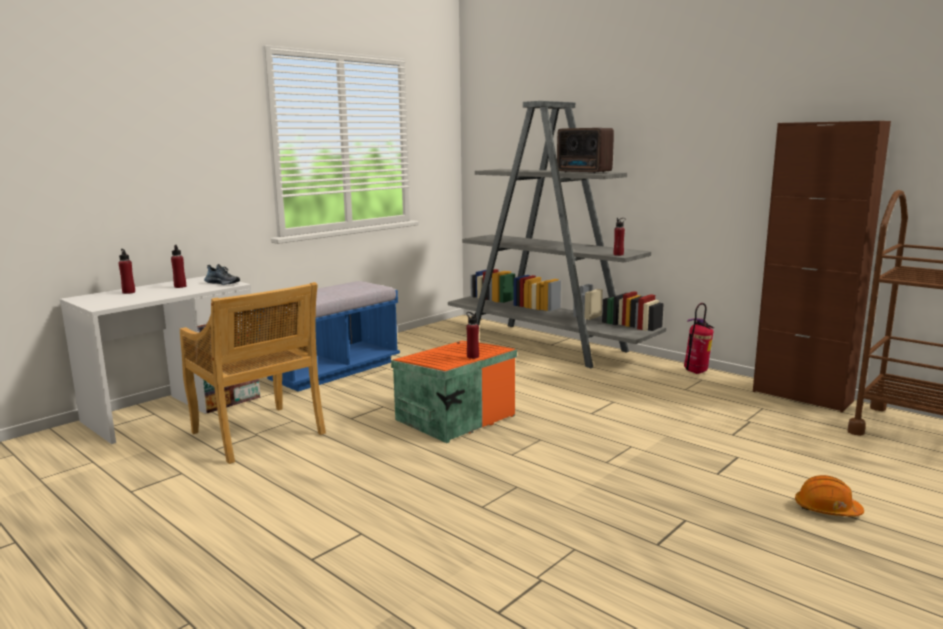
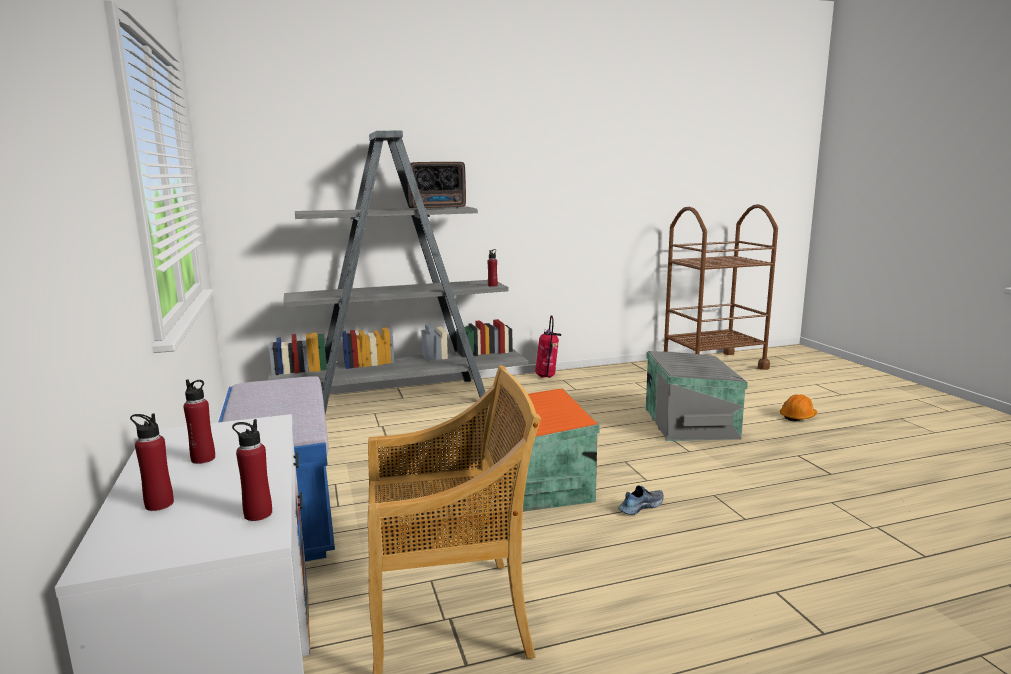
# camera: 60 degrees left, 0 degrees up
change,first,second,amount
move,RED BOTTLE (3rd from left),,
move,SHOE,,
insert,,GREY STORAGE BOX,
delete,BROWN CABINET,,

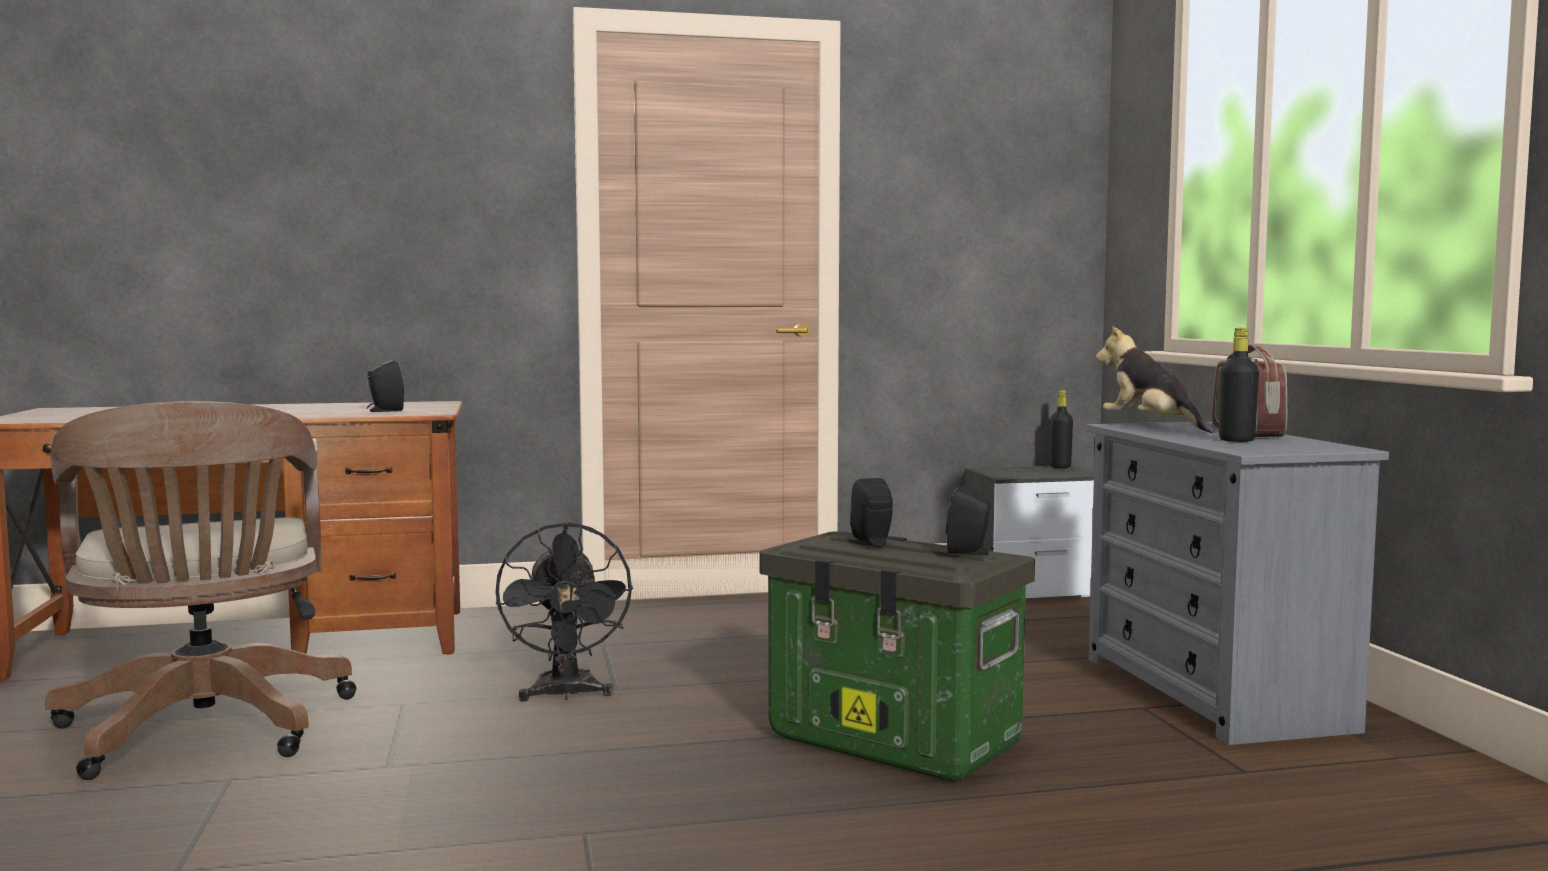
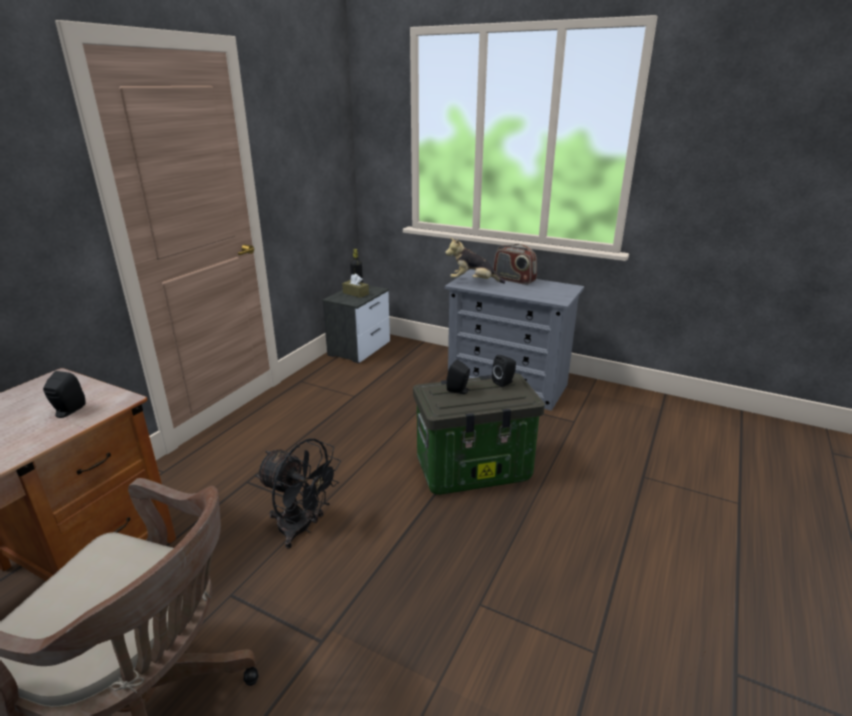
# camera: 50 degrees left, 20 degrees up
change,first,second,amount
insert,,BROWN TISSUE BOX,
delete,BLACK BOTTLE (2nd from left),,

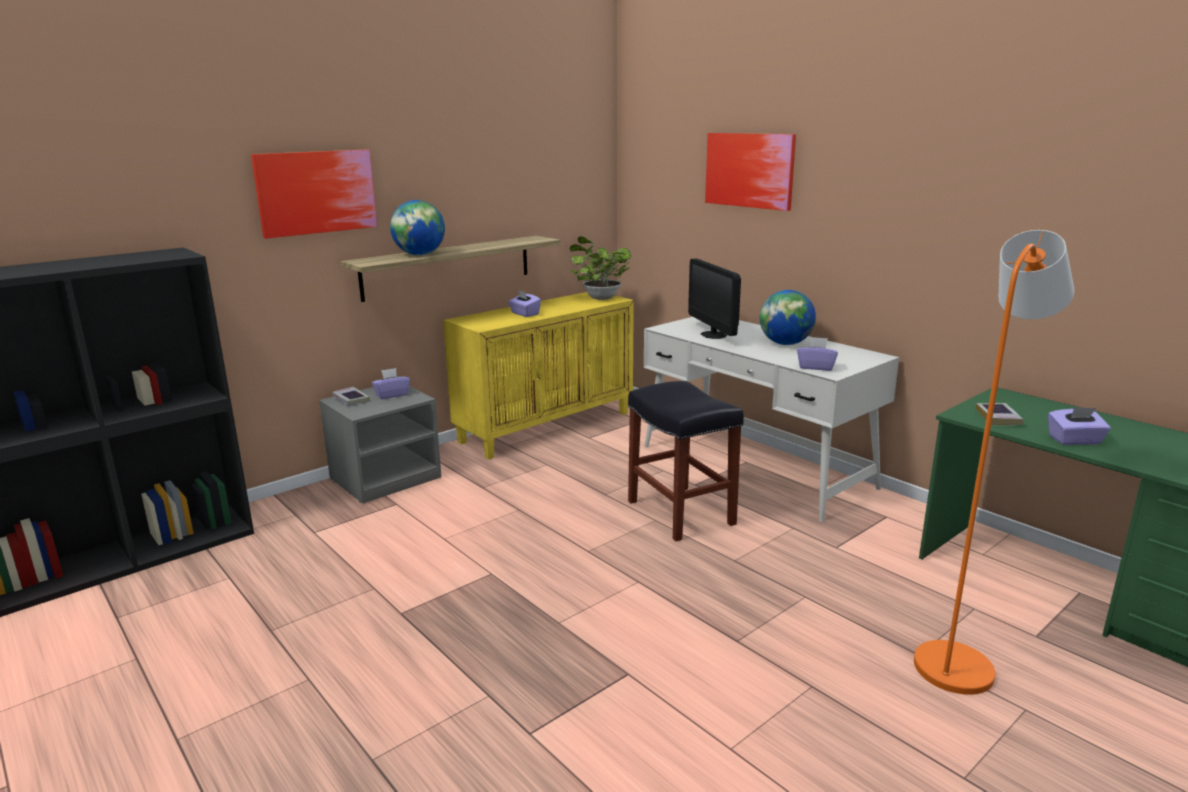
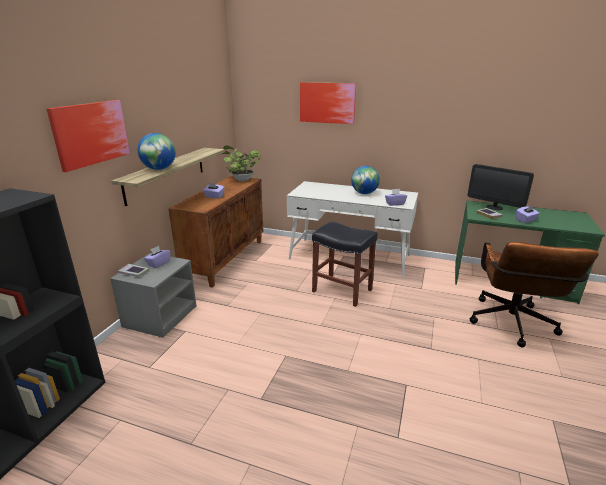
# camera: 30 degrees left, 5 degrees up
change,first,second,amount
recolor,YELLOW CABINET,BROWN CABINET,
move,MONITOR,,
replace,ORANGE FLOOR LAMP,BROWN OFFICE CHAIR,

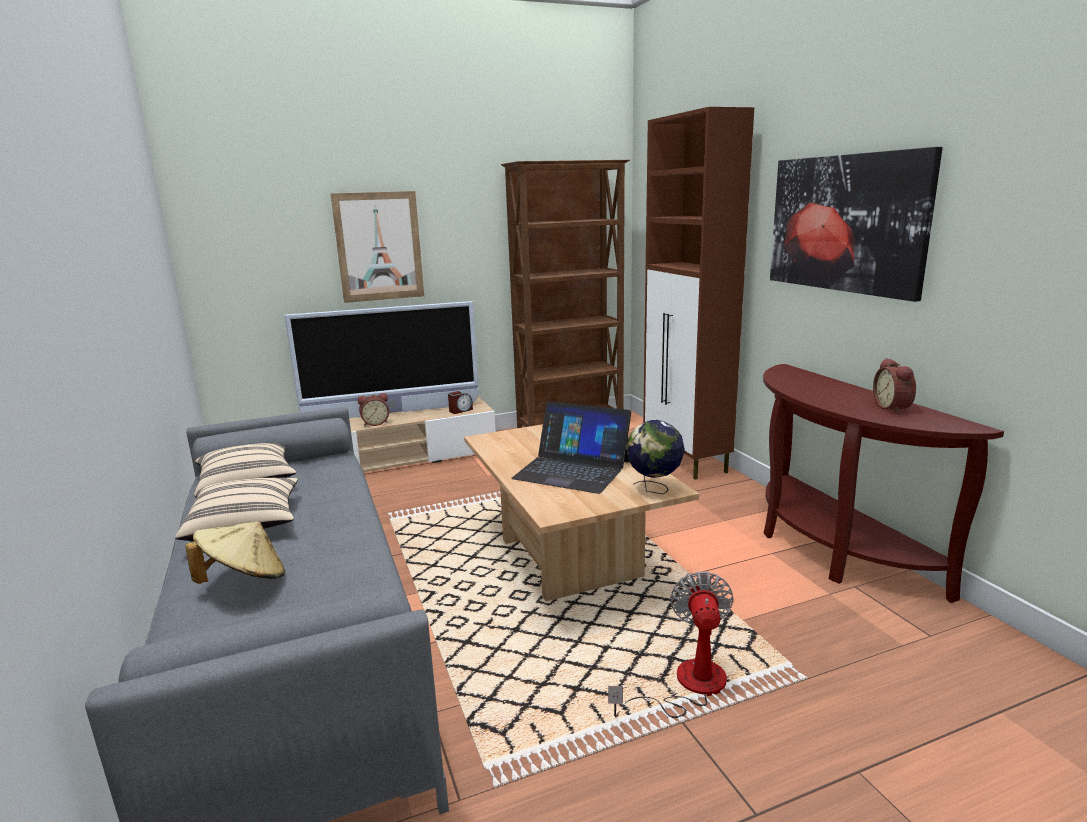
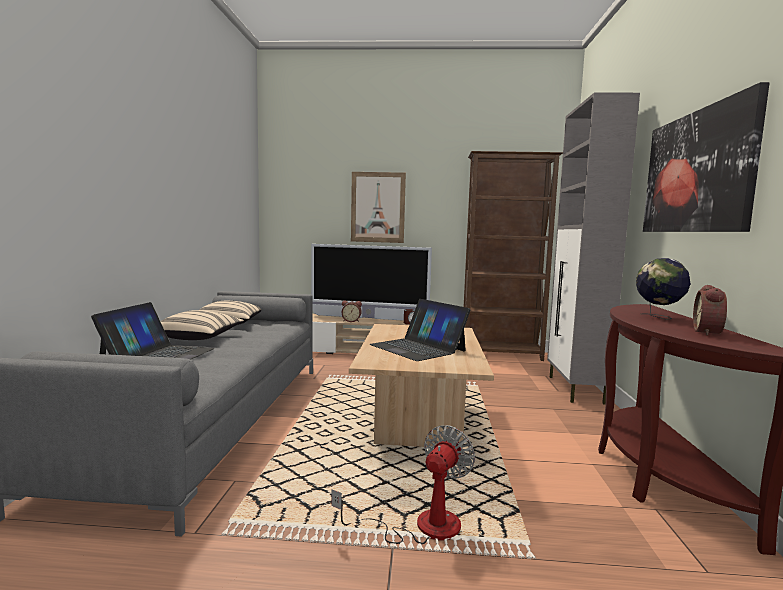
# camera: 25 degrees right, 10 degrees down
change,first,second,amount
replace,BEIGE HAT,LAPTOP (1st from left),
recolor,BROWN CABINET,GREY CABINET,
move,GLOBE,,

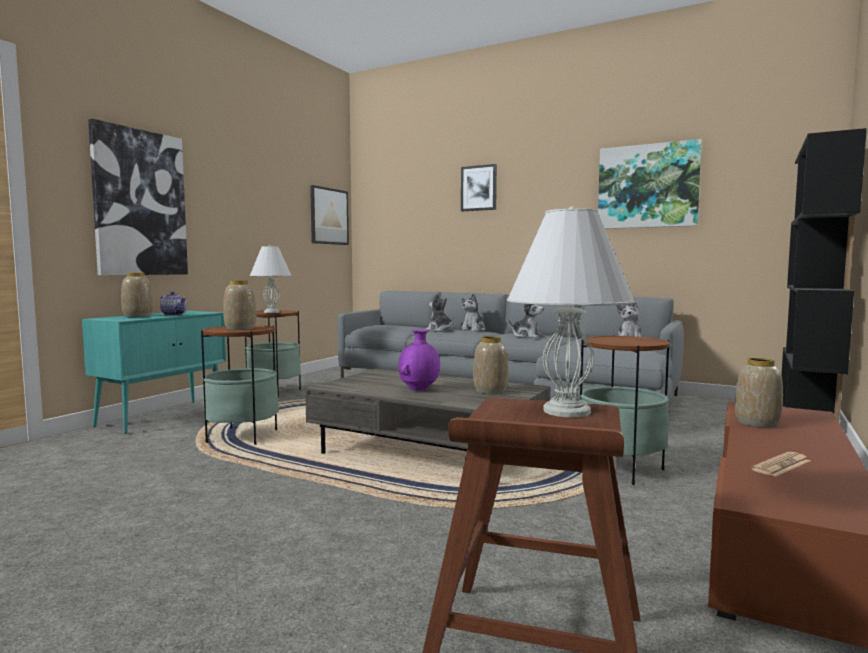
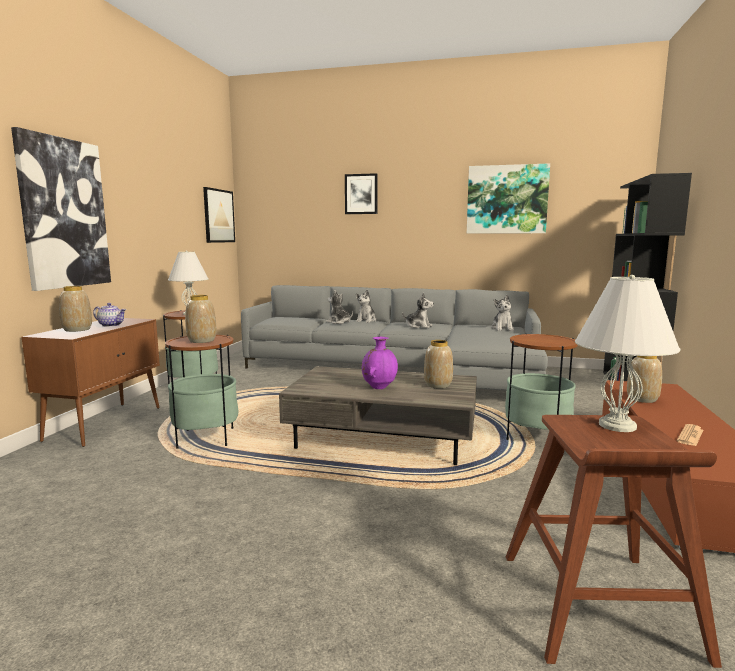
# camera: 15 degrees left, 5 degrees up
change,first,second,amount
recolor,TURQUOISE CABINET,BROWN CABINET,

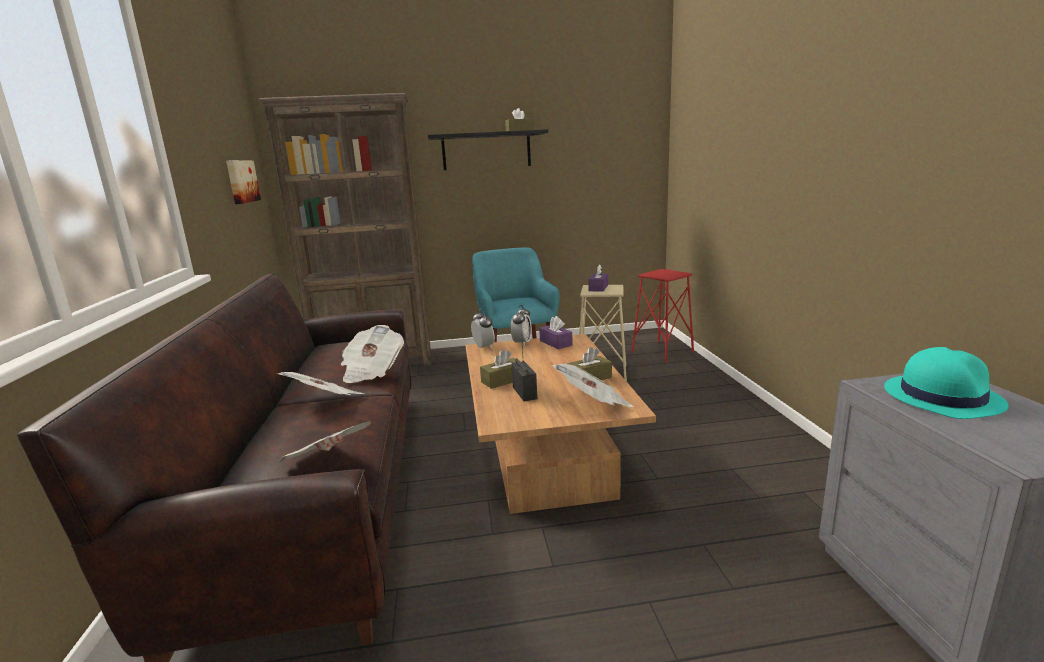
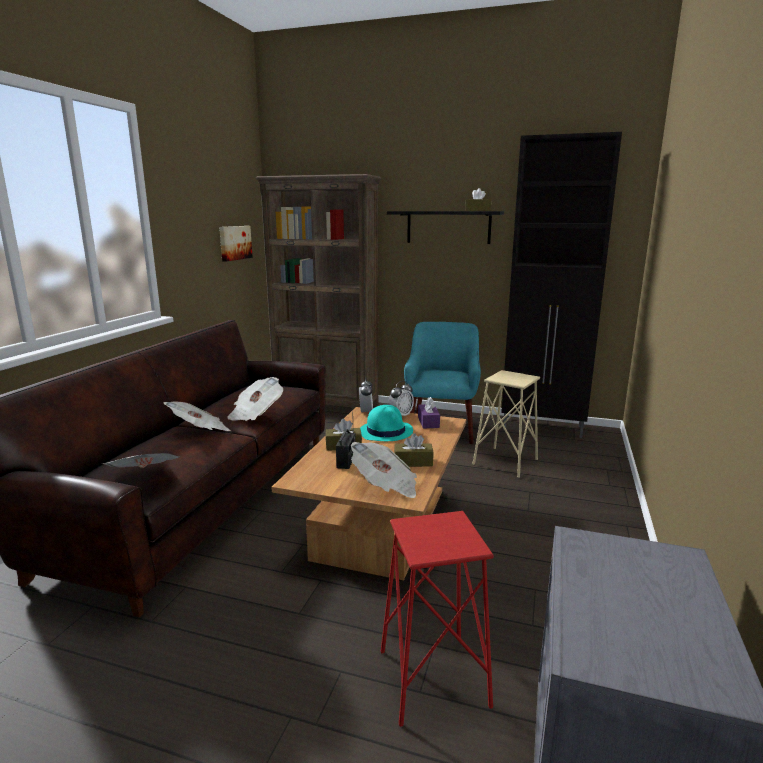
# camera: 25 degrees right, 0 degrees up
change,first,second,amount
move,TURQUOISE HAT,,
move,RED STOOL,,
insert,,BLACK CABINET,
delete,PURPLE TISSUE BOX (2nd from left),,

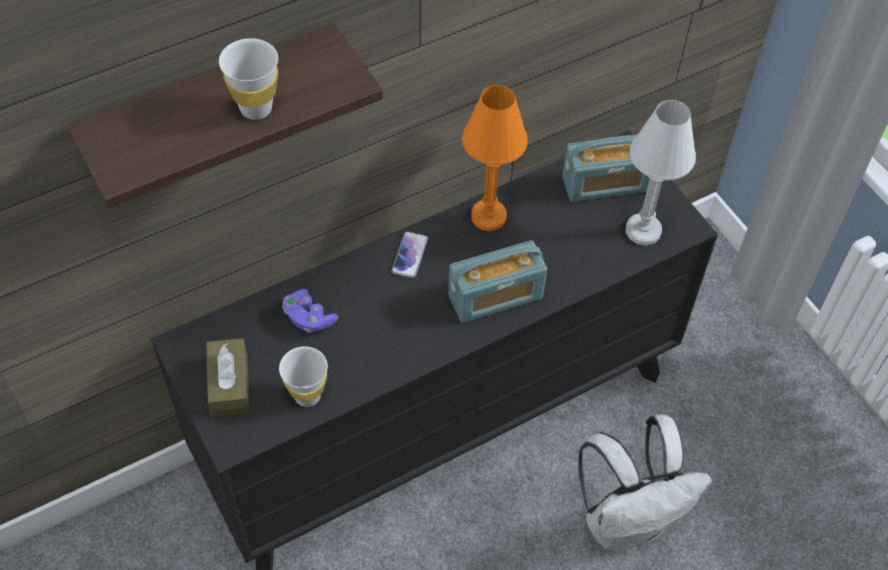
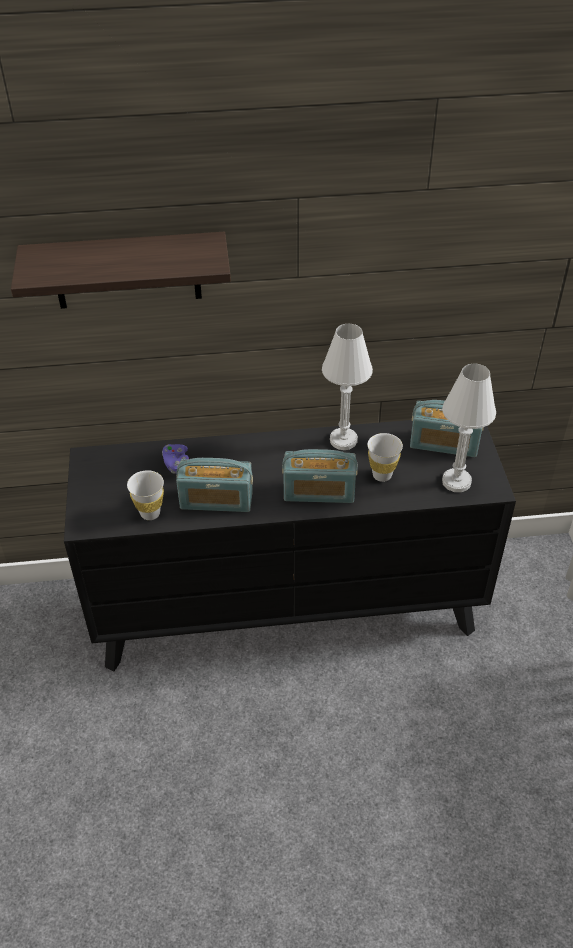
# camera: 25 degrees right, 10 degrees down
change,first,second,amount
insert,,RADIO (1st from left),
recolor,ORANGE TABLE LAMP,WHITE TABLE LAMP (1st from left),
move,WHITE CUP (1st from left in the first image),WHITE CUP (2nd from left),
delete,BROWN TISSUE BOX,,
delete,PHONE,,
delete,WHITE BACKPACK,,

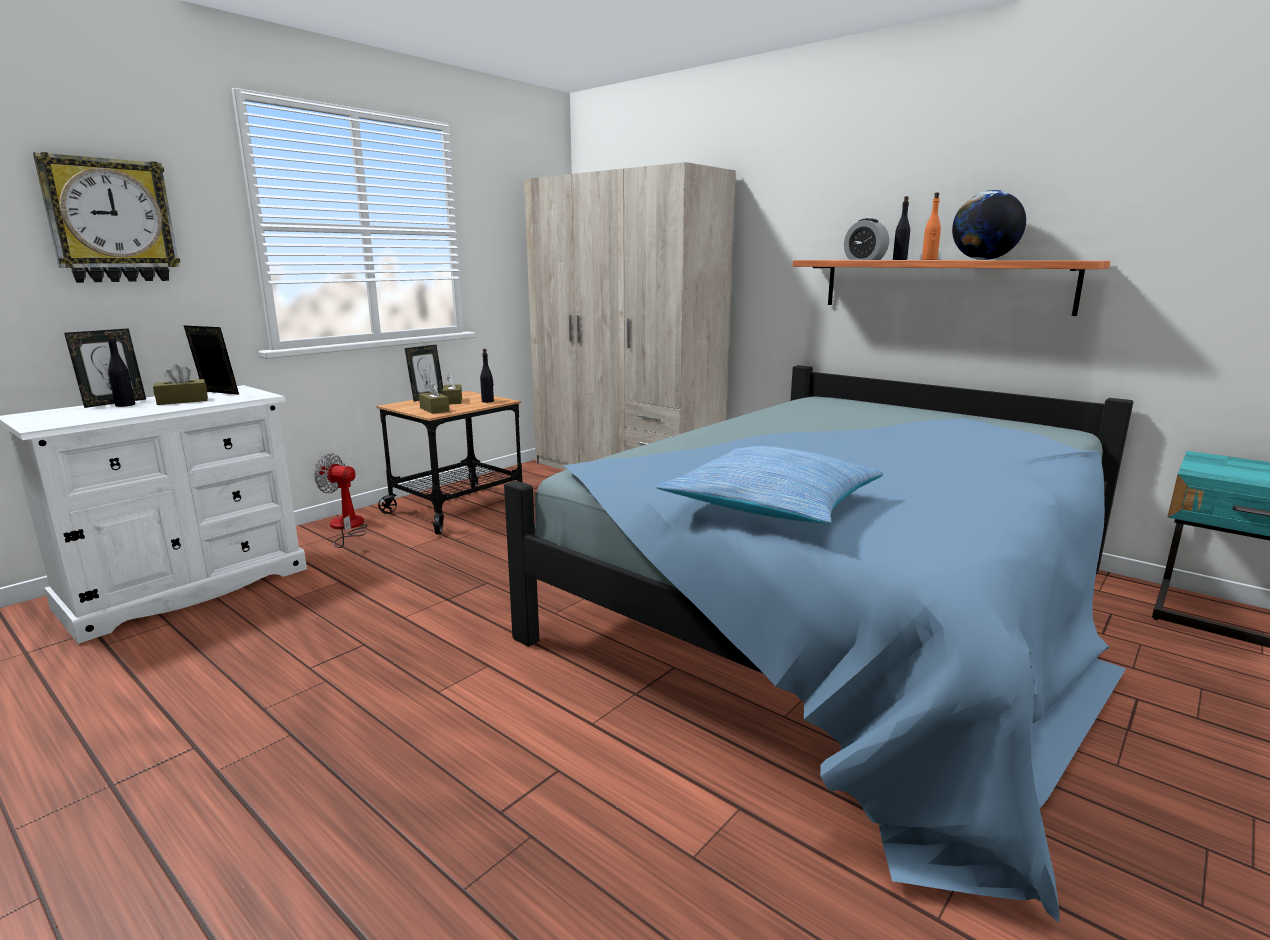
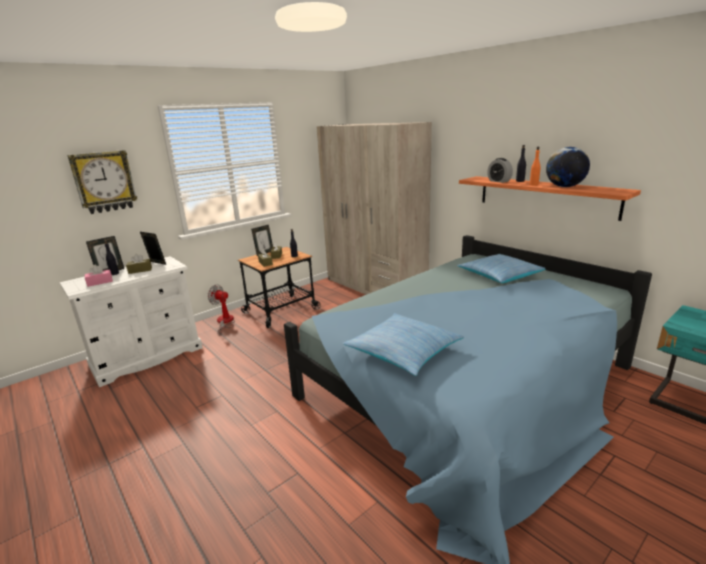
# camera: 10 degrees right, 5 degrees up
change,first,second,amount
insert,,PINK TISSUE BOX,
insert,,PILLOW (2nd from left),

